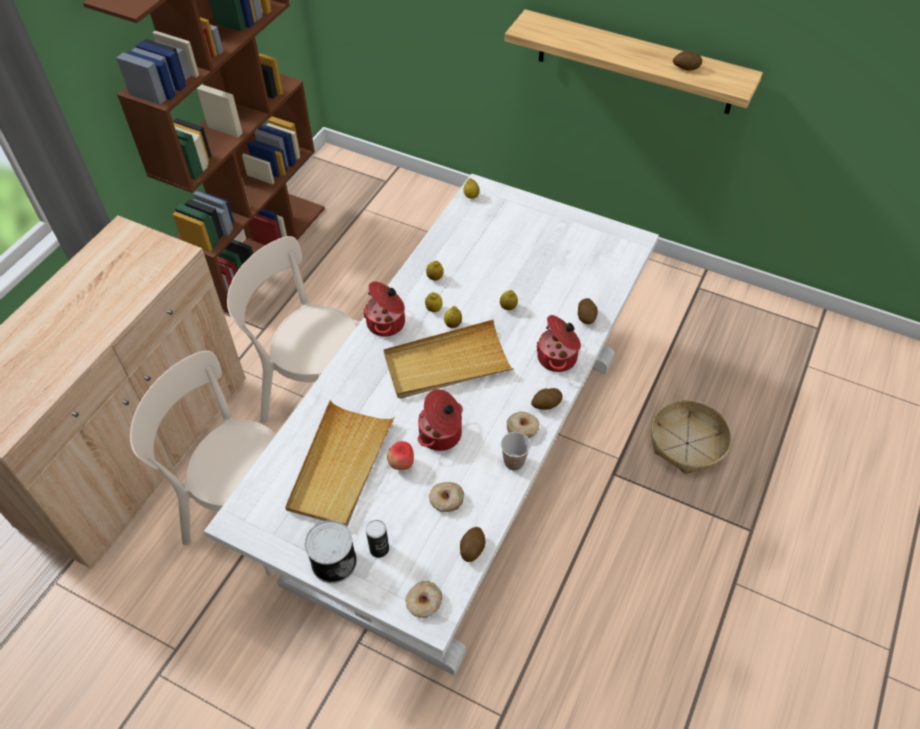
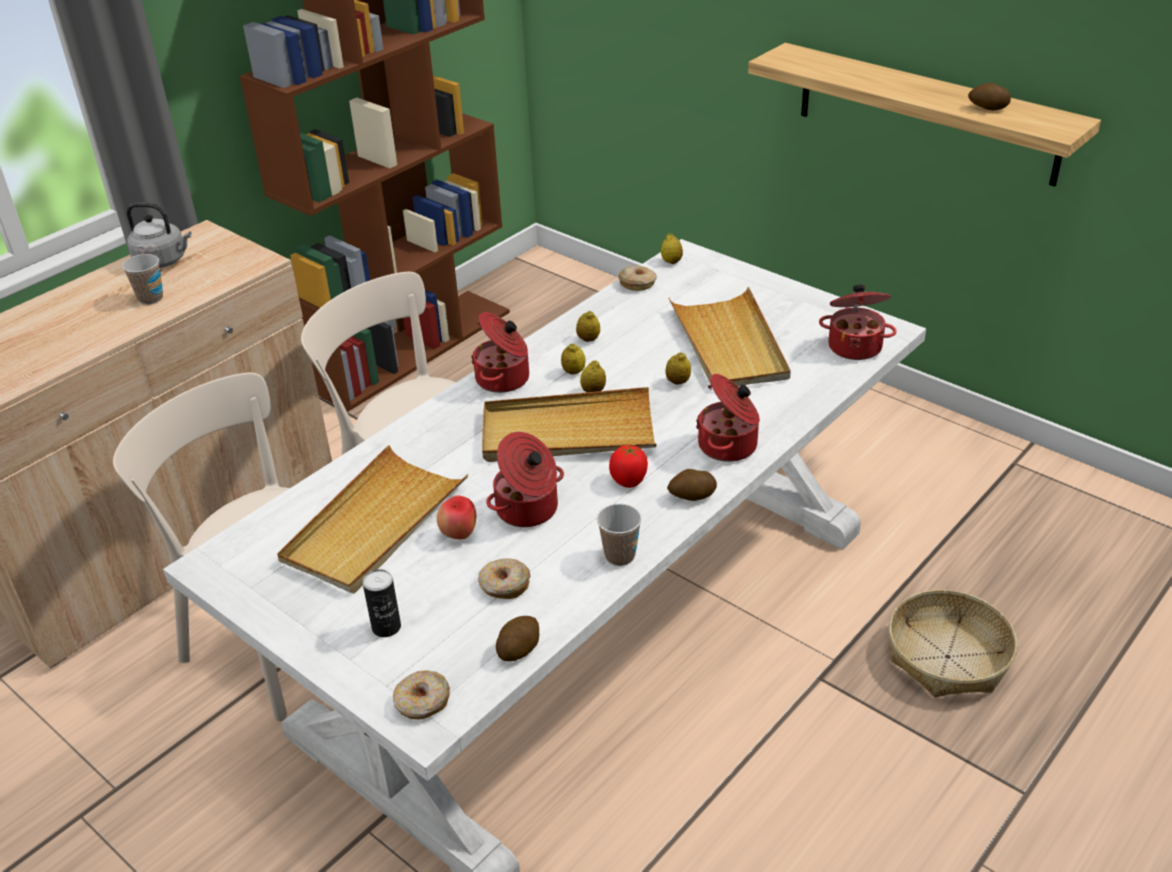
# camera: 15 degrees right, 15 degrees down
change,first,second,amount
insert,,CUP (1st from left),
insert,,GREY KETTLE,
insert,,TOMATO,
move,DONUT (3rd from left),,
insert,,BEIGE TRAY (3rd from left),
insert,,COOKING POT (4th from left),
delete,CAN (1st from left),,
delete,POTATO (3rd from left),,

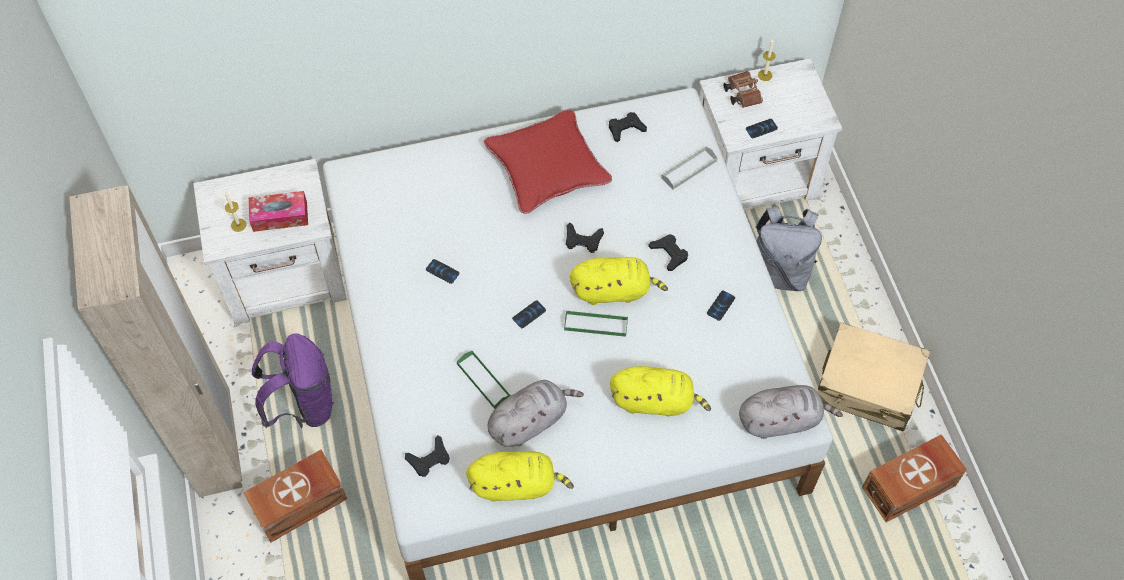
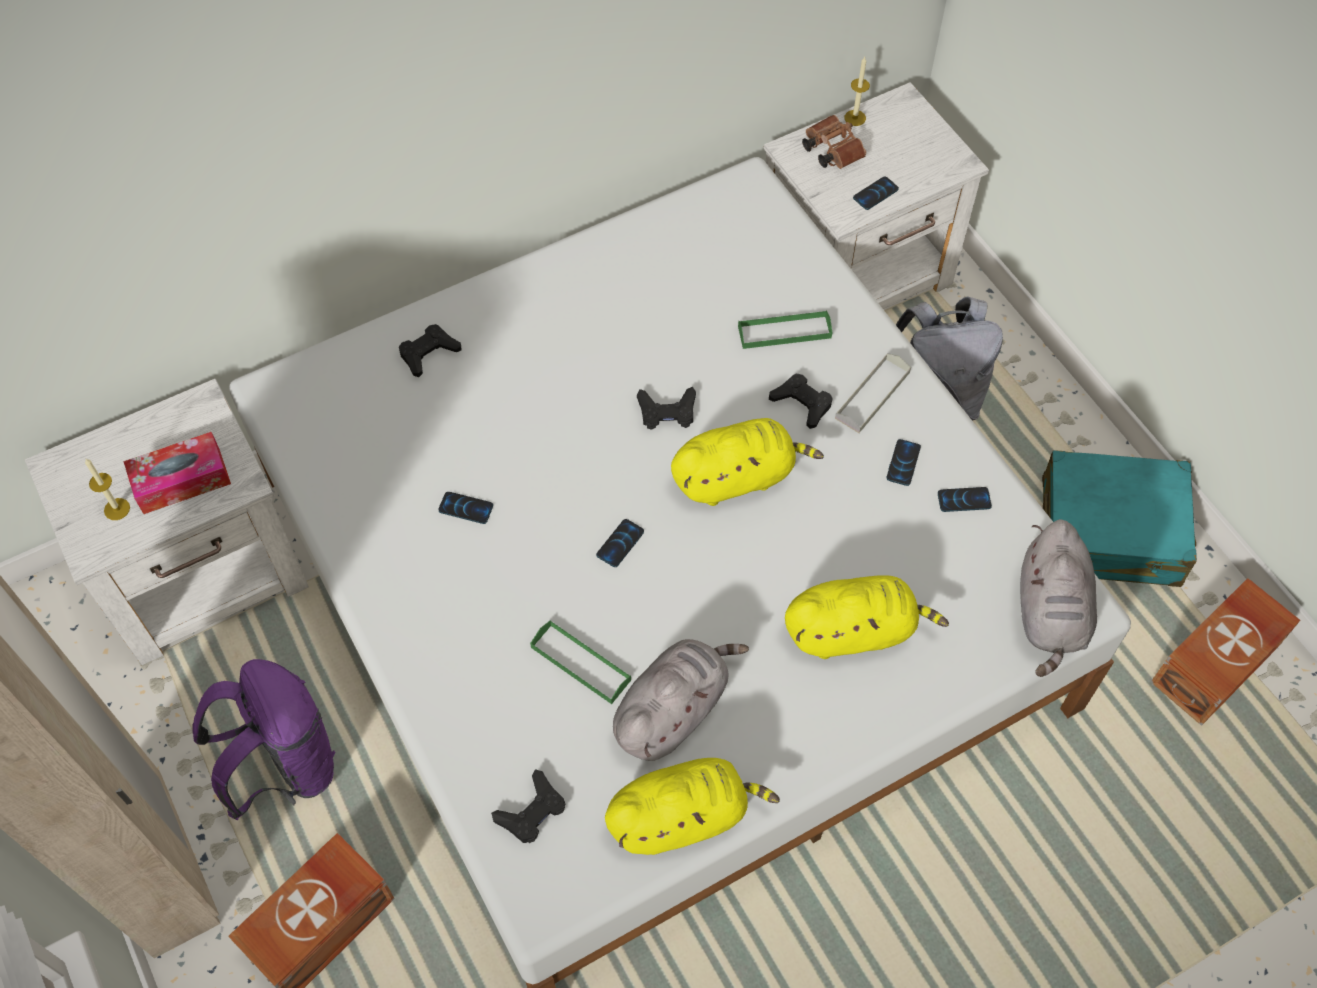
# camera: 15 degrees left, 0 degrees up
change,first,second,amount
move,BLACK GAME CONTROLLER (3rd from left in the first image),BLACK GAME CONTROLLER (1st from left),
move,GREEN TRAY (2nd from left),,
move,GREY TRAY,,
insert,,PHONE (5th from left),
rotate,GREY PLUSH TOY (2nd from left),,120 degrees clockwise
recolor,BEIGE SUITCASE,TURQUOISE SUITCASE,
delete,RED PILLOW,,

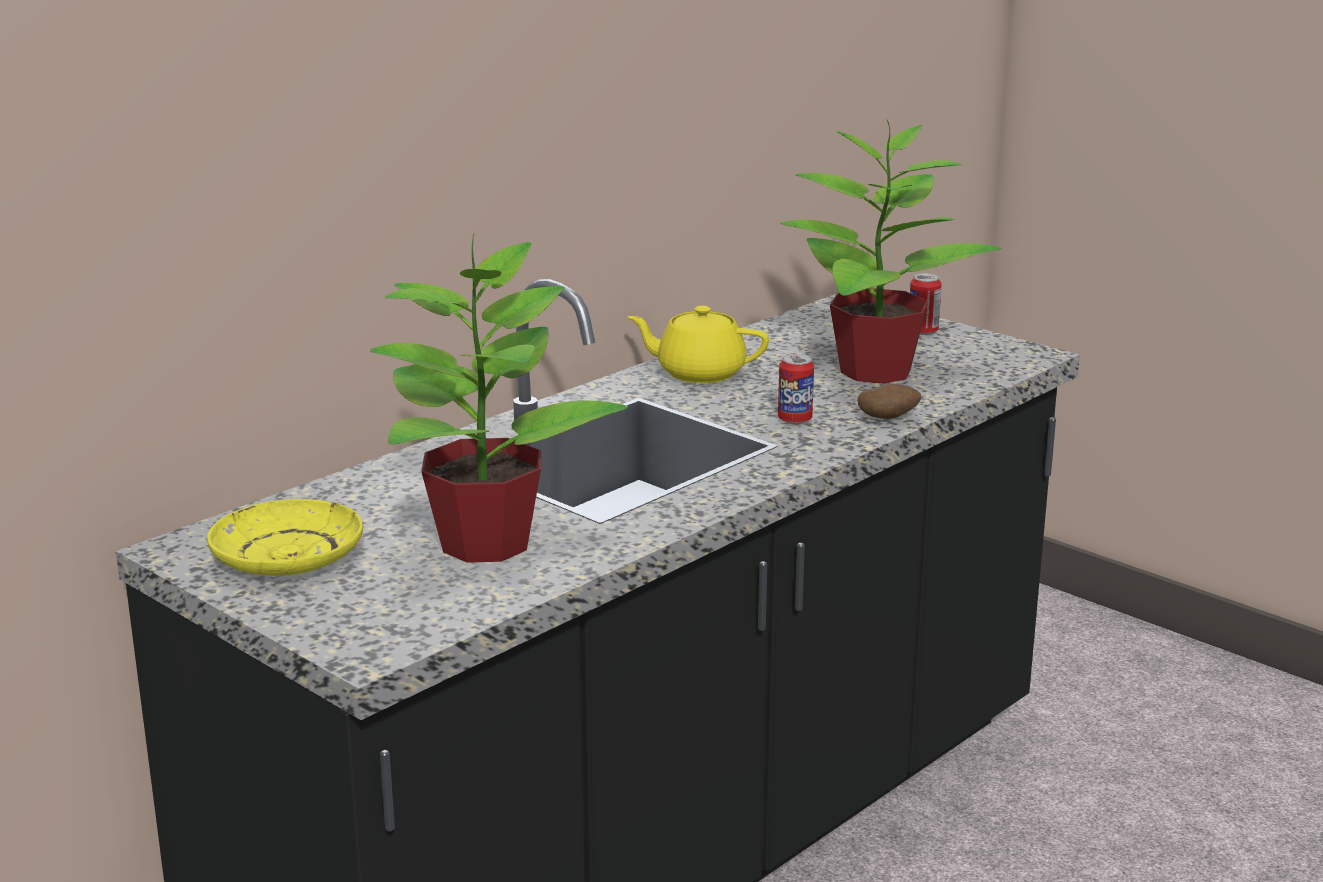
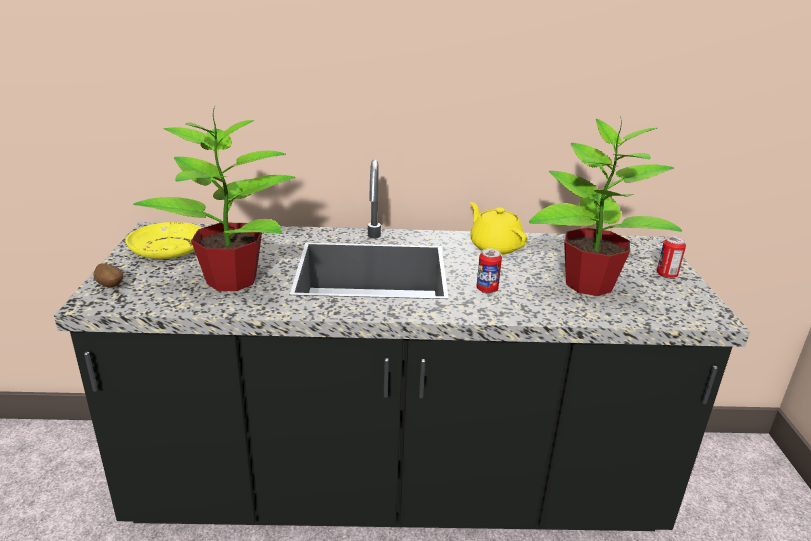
# camera: 45 degrees right, 5 degrees up
change,first,second,amount
move,POTATO,,

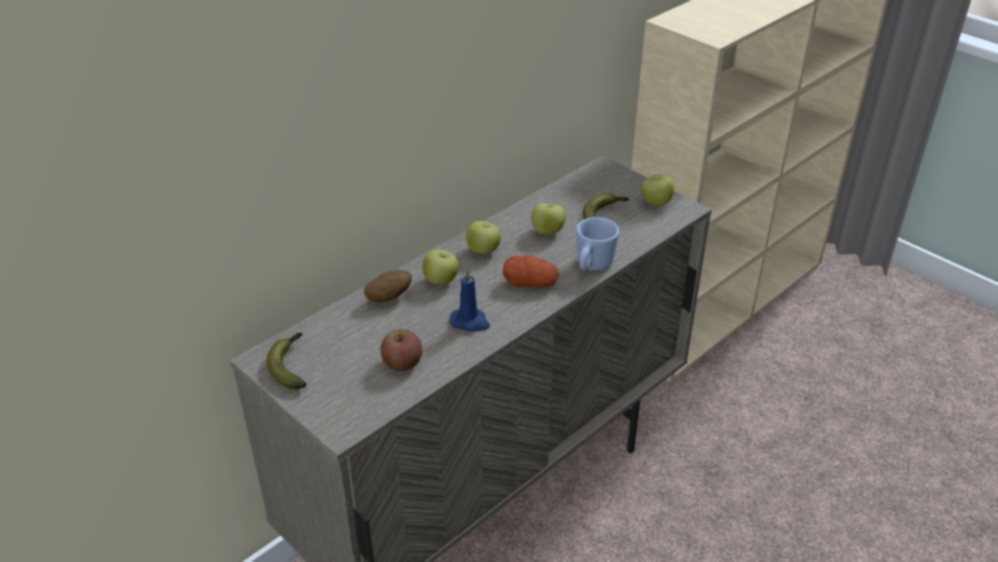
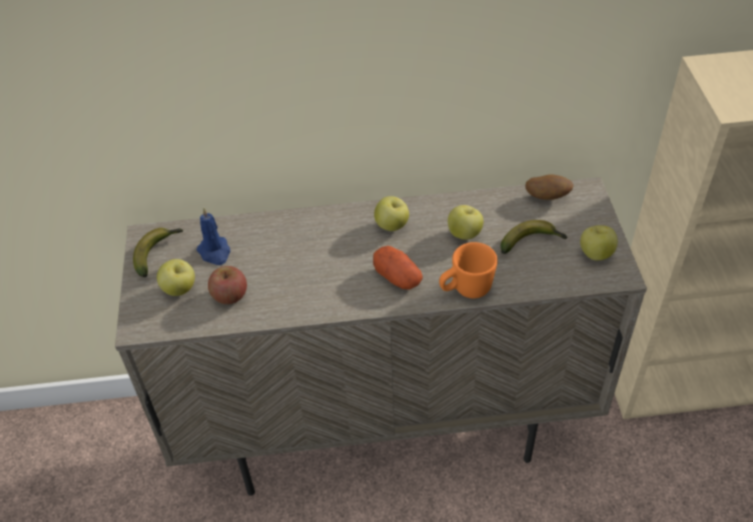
# camera: 40 degrees right, 10 degrees up
change,first,second,amount
move,APPLE (2nd from left in the first image),APPLE (1st from left),
move,BLUE CANDLE,,
recolor,BLUE MUG,ORANGE MUG,
move,POTATO (1st from left in the first image),POTATO (2nd from left),

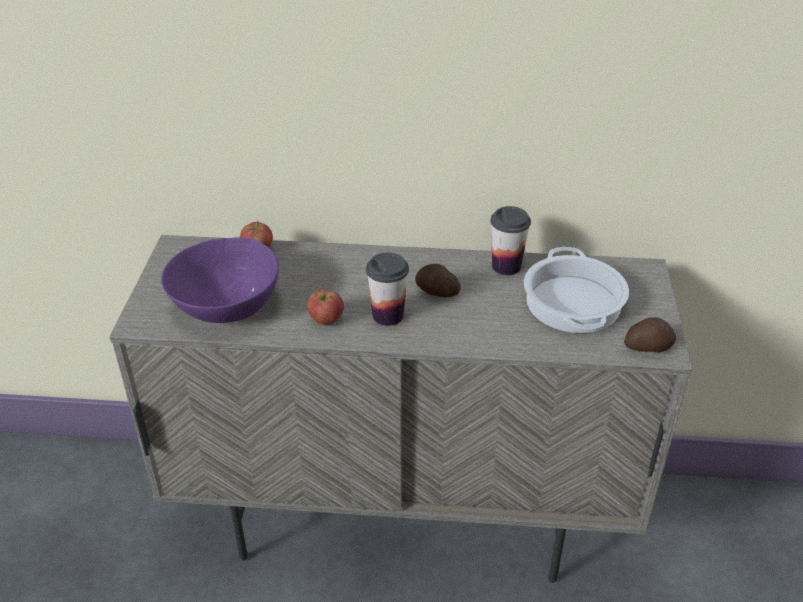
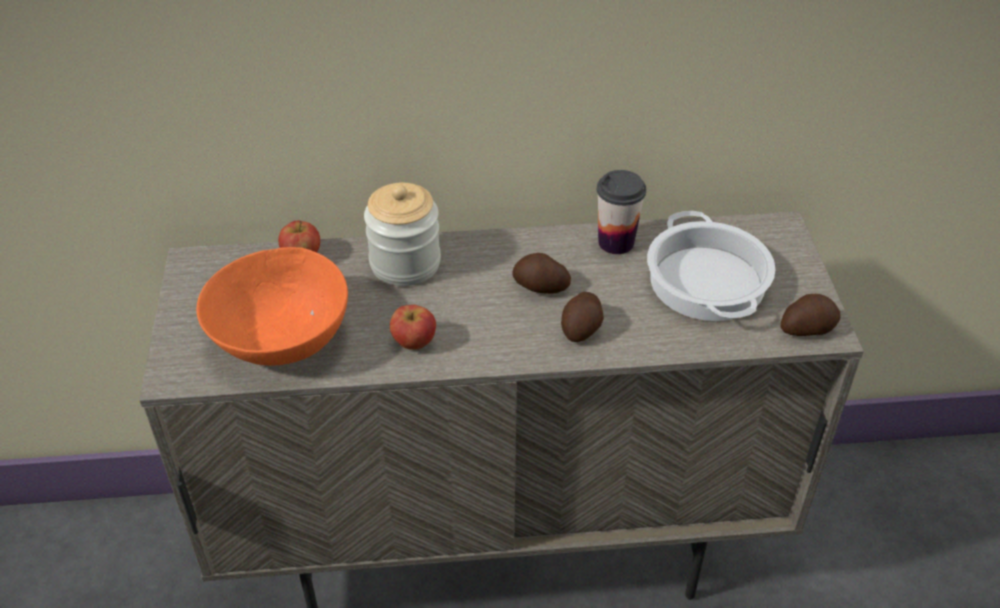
# camera: 10 degrees left, 5 degrees up
change,first,second,amount
recolor,PURPLE BOWL,ORANGE BOWL,
insert,,JAR,
insert,,POTATO (2nd from left),
delete,CUP (1st from left),,

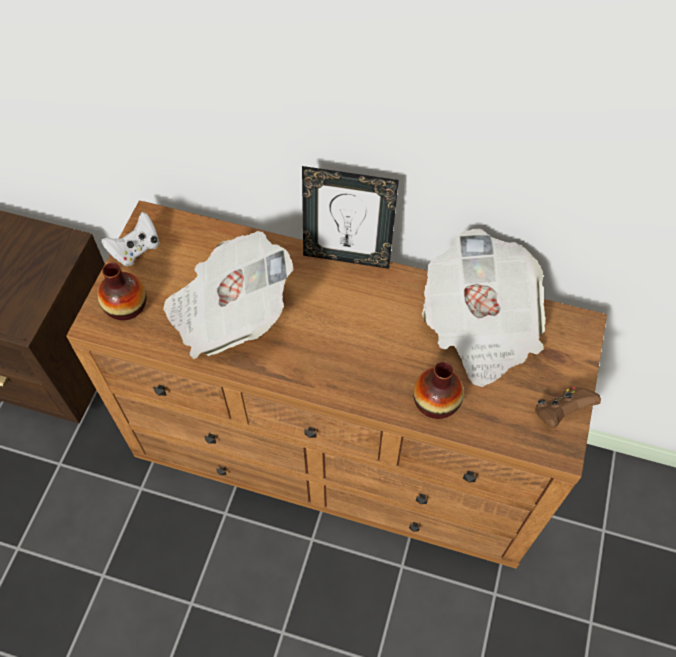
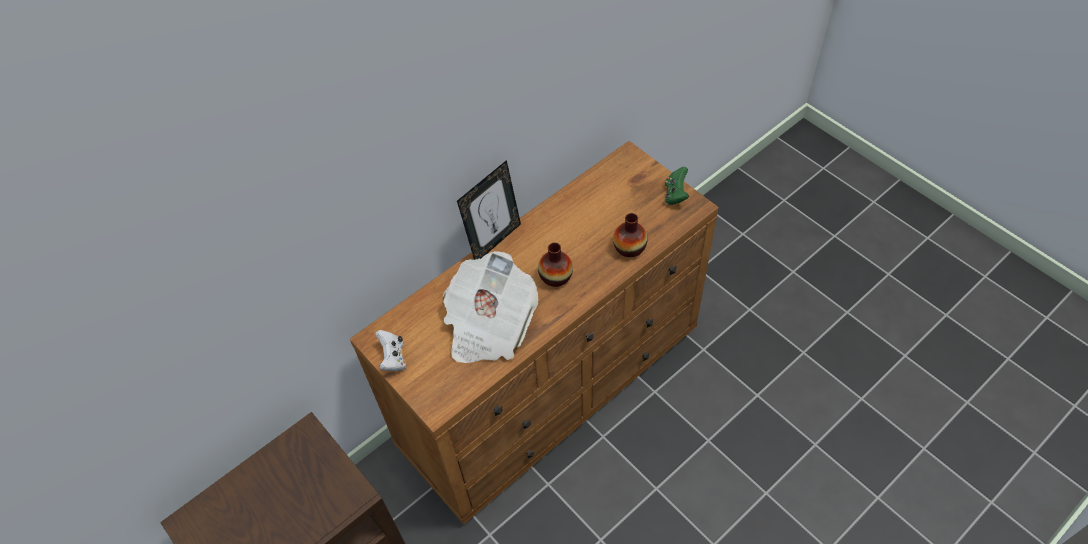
# camera: 55 degrees left, 5 degrees down
change,first,second,amount
move,VASE (1st from left),,
recolor,BROWN GAME CONTROLLER,GREEN GAME CONTROLLER,
delete,NEWSPAPER (2nd from left),,

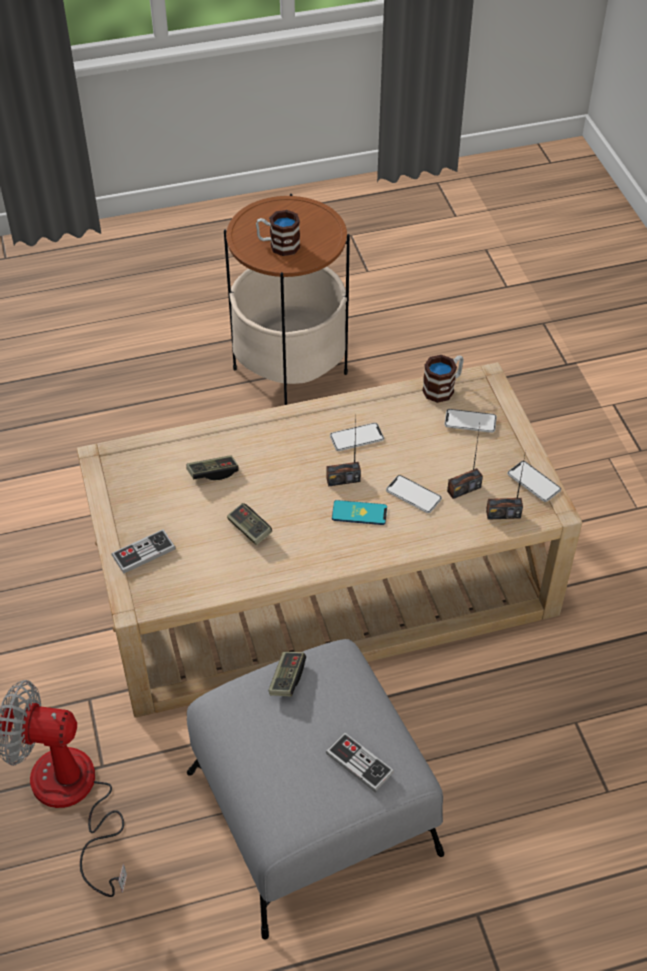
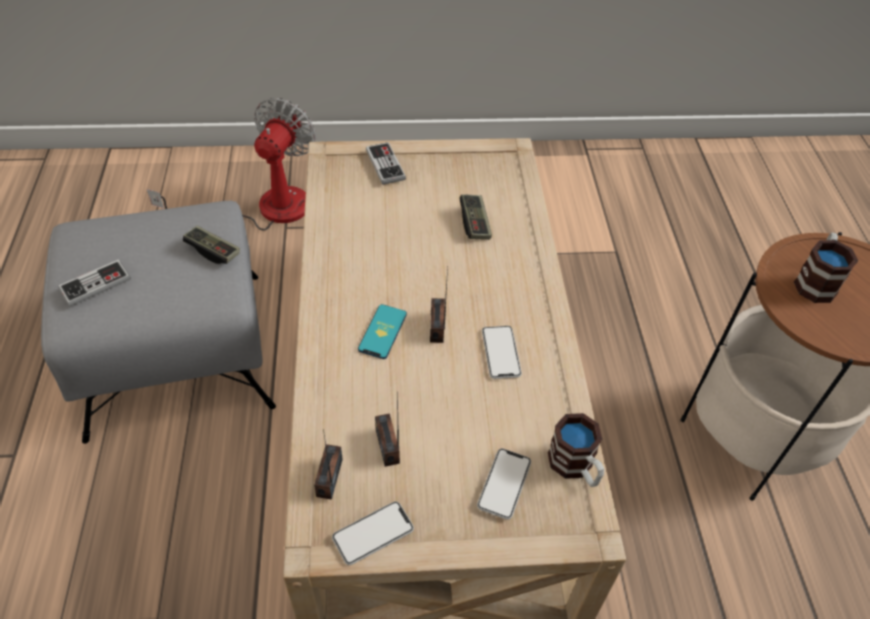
# camera: 100 degrees right, 0 degrees up
change,first,second,amount
delete,GAME CONTROLLER (3rd from left),,
delete,PHONE (3rd from left),,

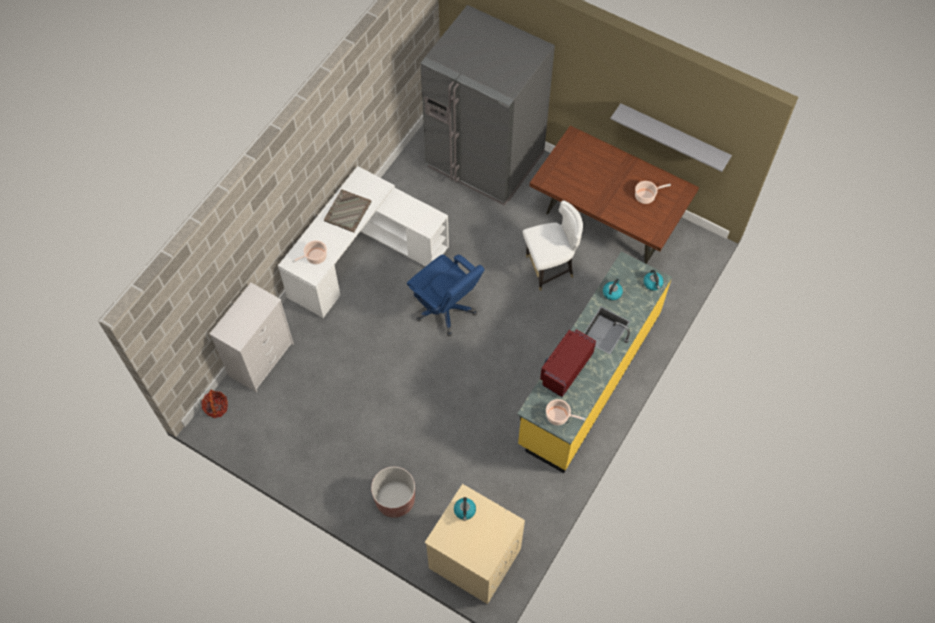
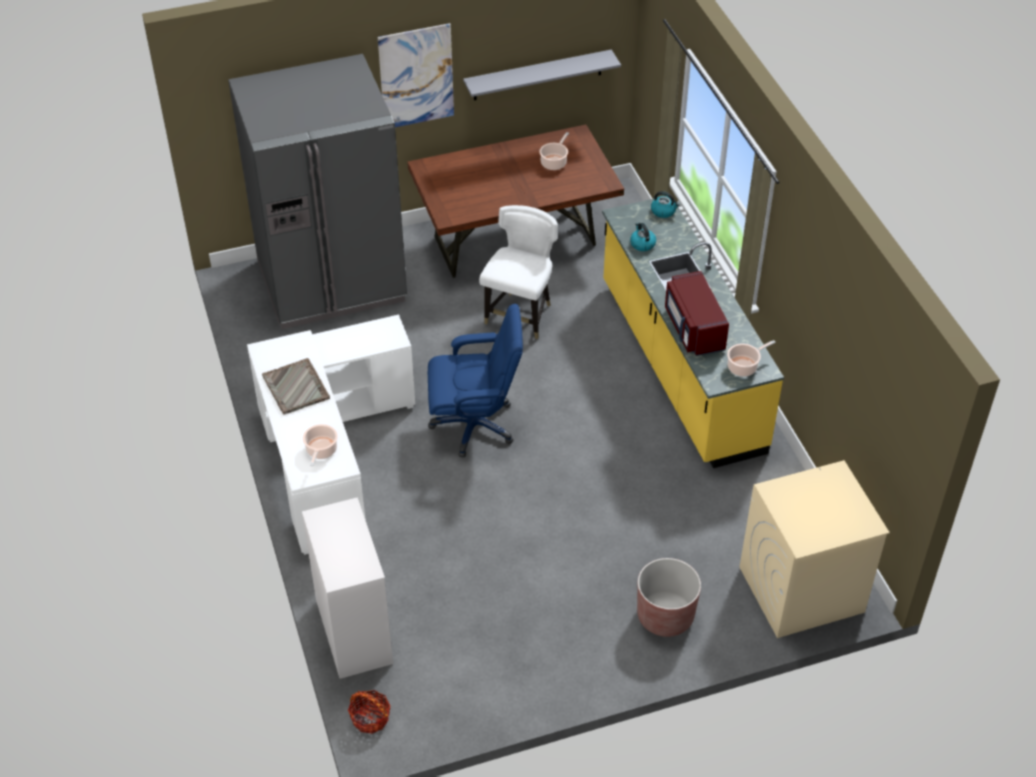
# camera: 50 degrees left, 15 degrees down
change,first,second,amount
insert,,PICTURE,
delete,KETTLE (1st from left),,

